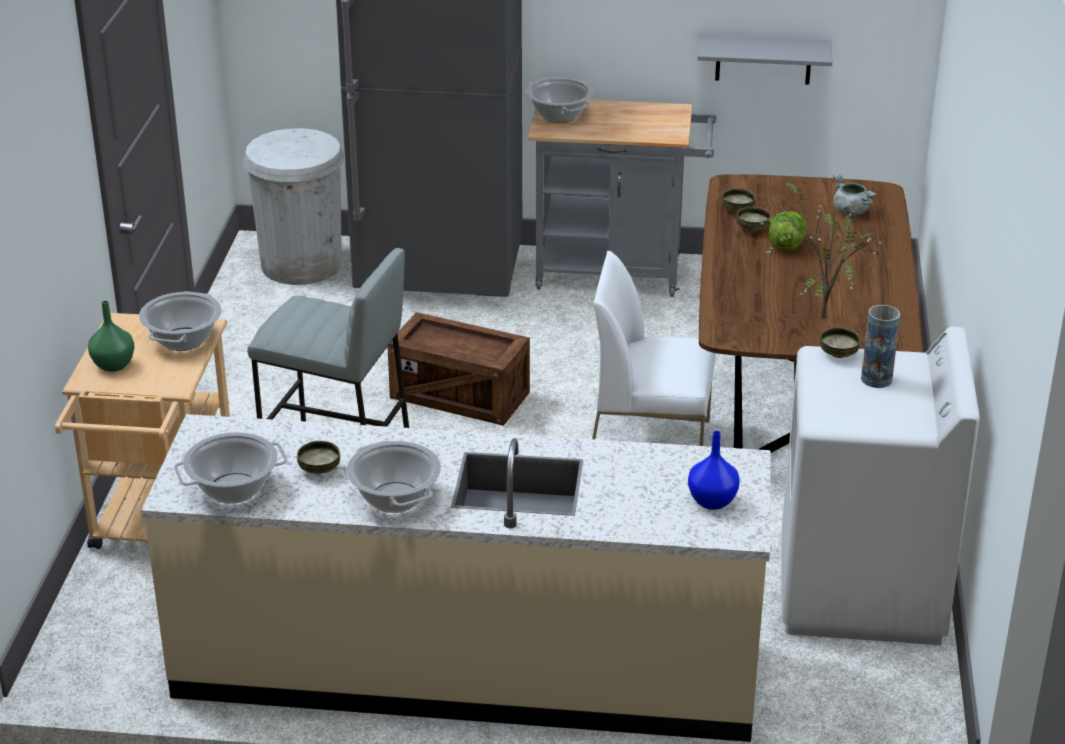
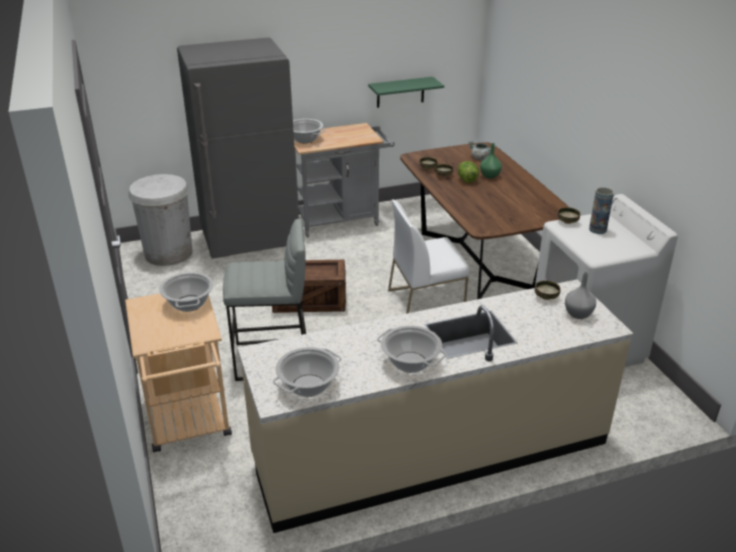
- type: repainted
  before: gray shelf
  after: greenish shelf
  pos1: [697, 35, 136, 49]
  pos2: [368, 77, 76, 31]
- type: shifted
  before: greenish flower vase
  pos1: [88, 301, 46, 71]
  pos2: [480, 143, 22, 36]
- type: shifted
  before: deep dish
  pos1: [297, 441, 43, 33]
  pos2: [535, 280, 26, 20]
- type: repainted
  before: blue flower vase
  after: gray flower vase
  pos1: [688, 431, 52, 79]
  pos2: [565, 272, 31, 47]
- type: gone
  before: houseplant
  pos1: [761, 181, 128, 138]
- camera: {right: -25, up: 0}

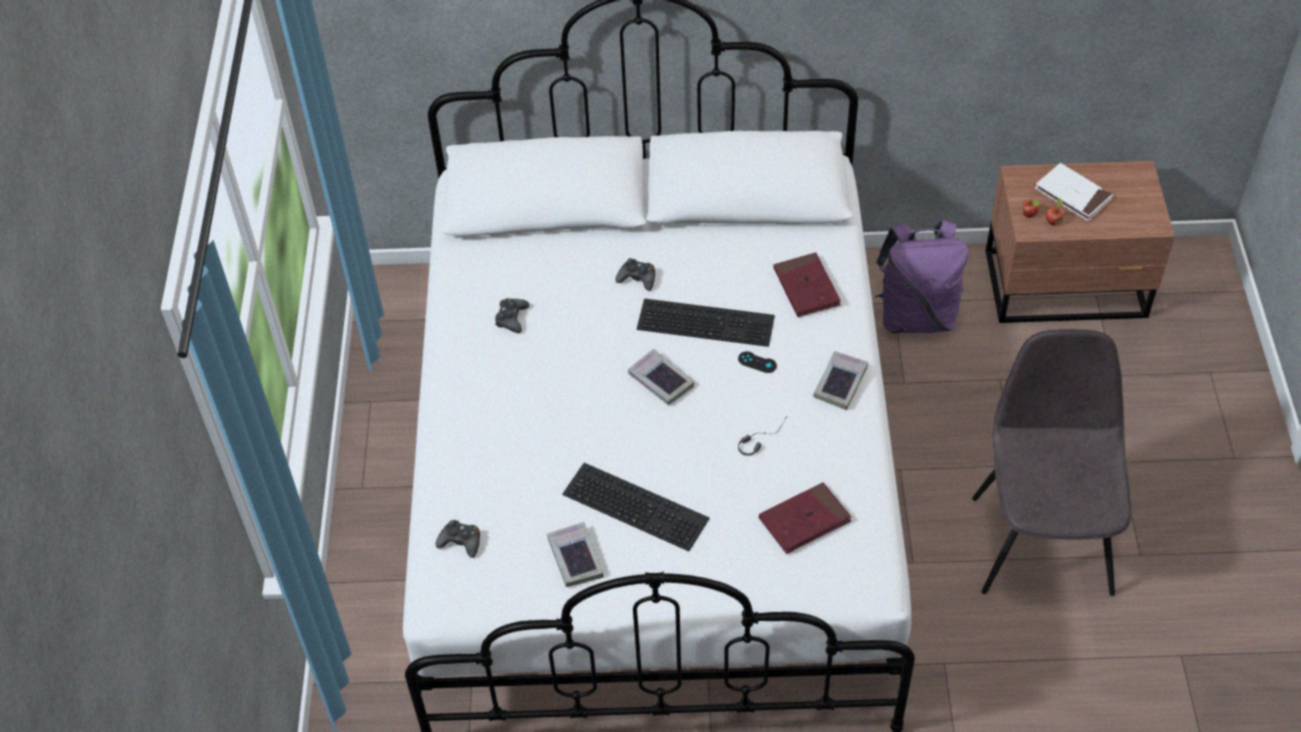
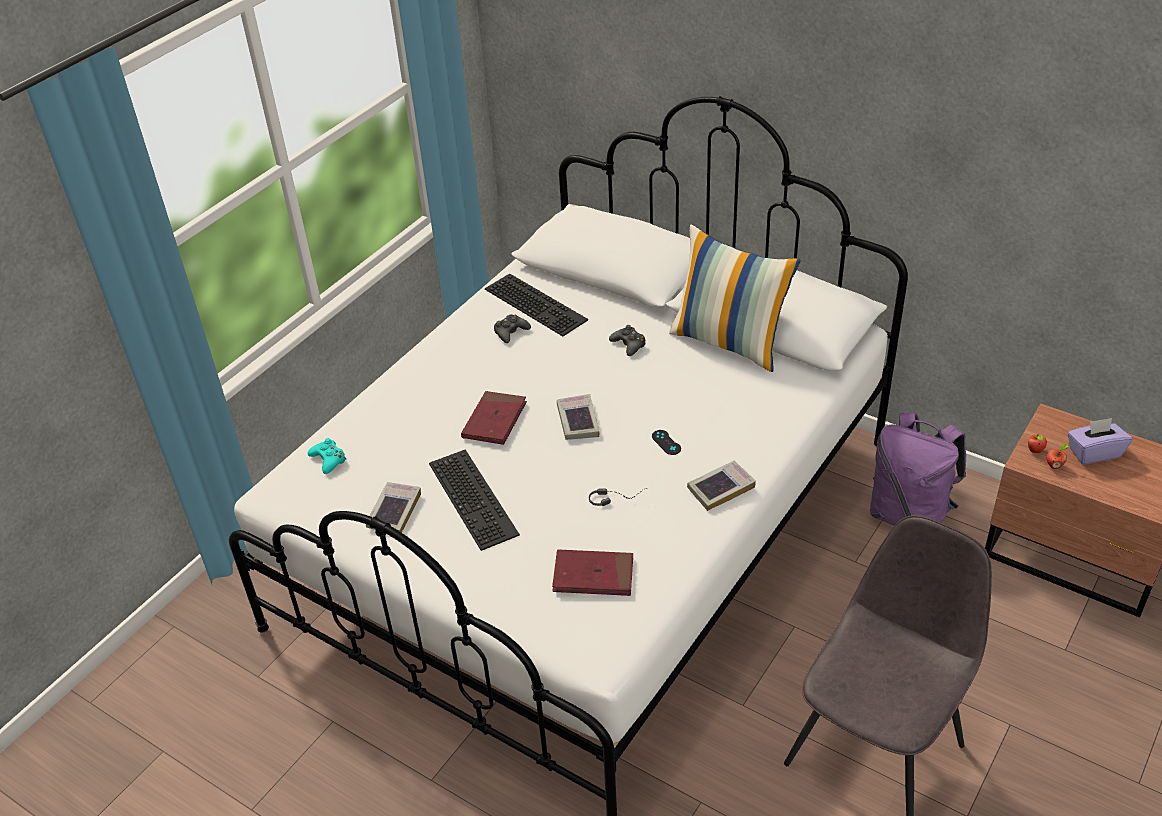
- type: repainted
  before: blackish joypad
  after: turquoise-coloured joypad
  pos1: [435, 520, 45, 38]
  pos2: [308, 438, 38, 36]
- type: shifted
  before: red book
  pos1: [773, 252, 68, 65]
  pos2: [461, 391, 66, 54]
- type: shifted
  before: keyboard
  pos1: [637, 298, 138, 49]
  pos2: [485, 274, 103, 62]
- type: new
  after: pillow
  pos2: [669, 224, 132, 148]
- type: swapped
  before: whitish book
  after: purple-coloured box of tissues
  pos1: [1035, 163, 78, 58]
  pos2: [1068, 418, 64, 46]
- camera: {right: 35, up: -10}

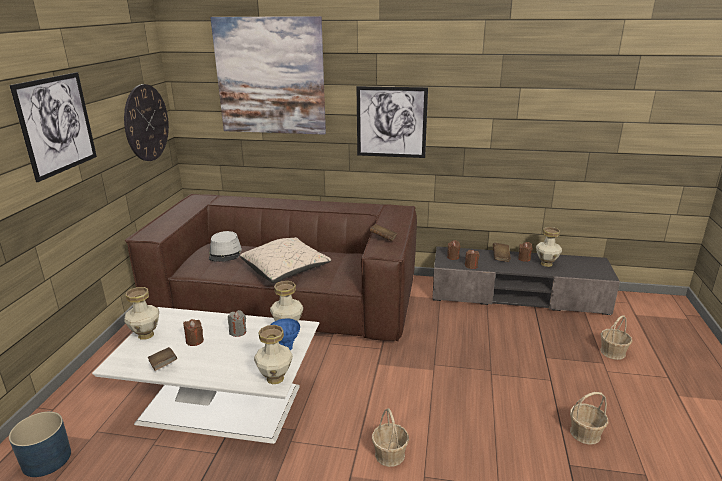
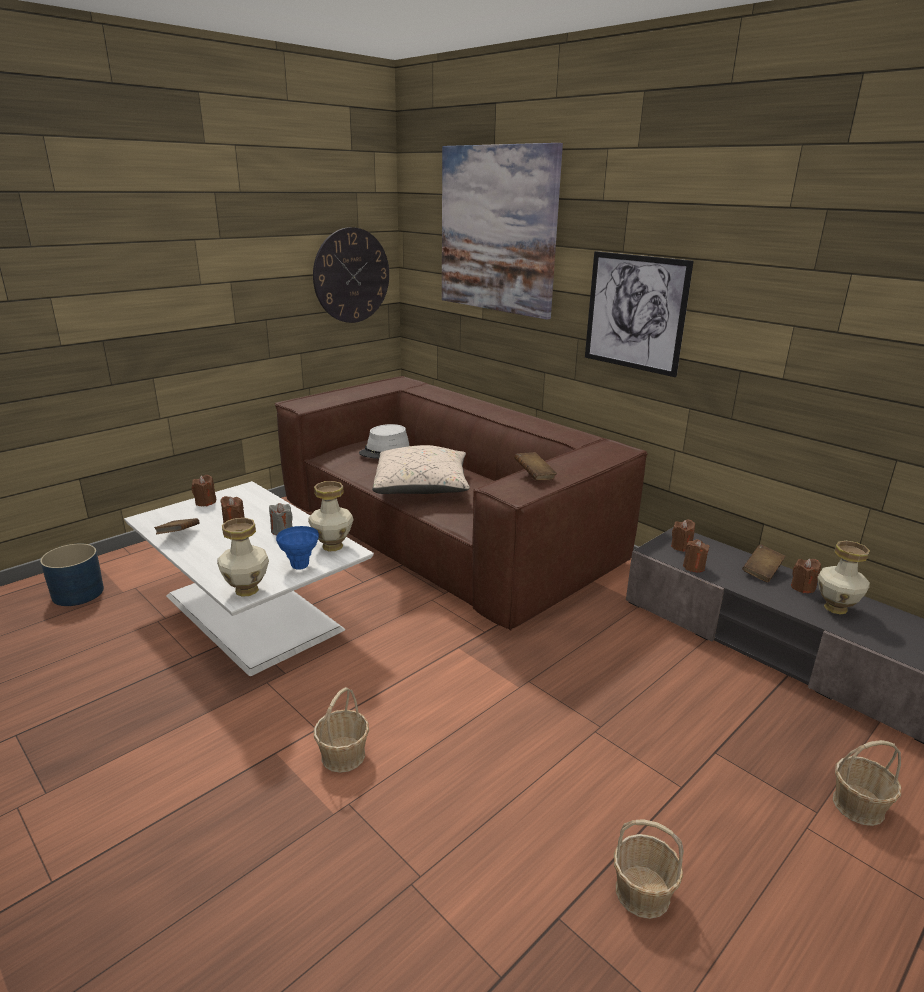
- type: swapped
  before: flower vase
  after: brown-coloured candle
  pos1: [124, 287, 35, 53]
  pos2: [192, 475, 24, 31]
- type: gone
  before: wall art
  pos1: [10, 72, 87, 110]
- camera: {right: 35, up: 0}

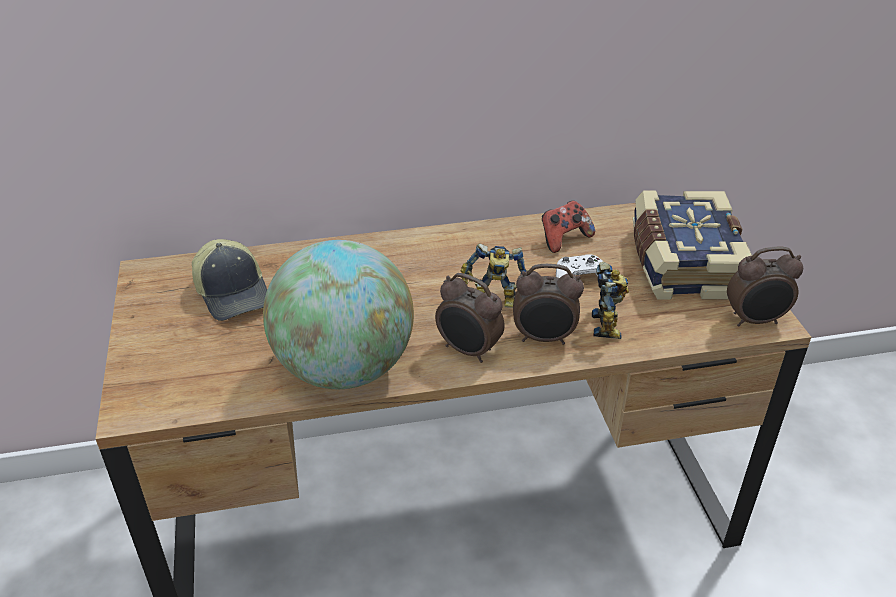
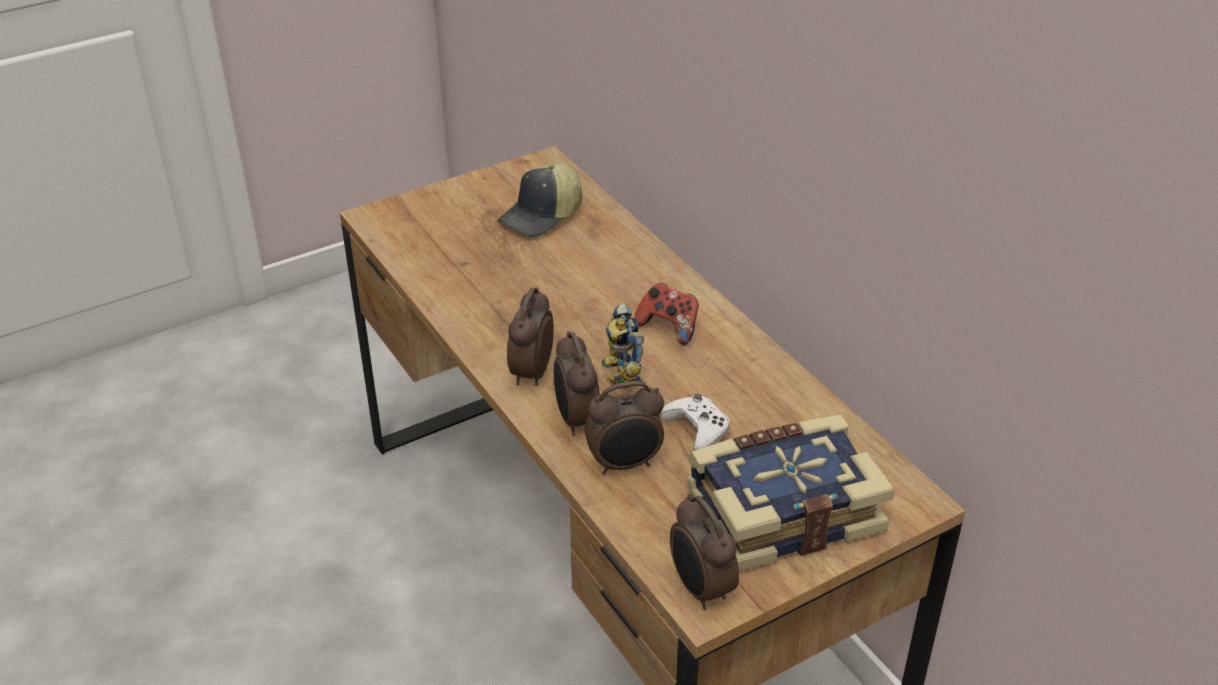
- type: swapped
  before: robot figure
  after: table clock
  pos1: [592, 262, 37, 77]
  pos2: [585, 381, 79, 94]
- type: shifted
  before: joypad
  pos1: [542, 200, 53, 53]
  pos2: [634, 283, 65, 62]
- type: gone
  before: globe
  pos1: [263, 240, 151, 149]
- camera: {right: 70, up: 0}

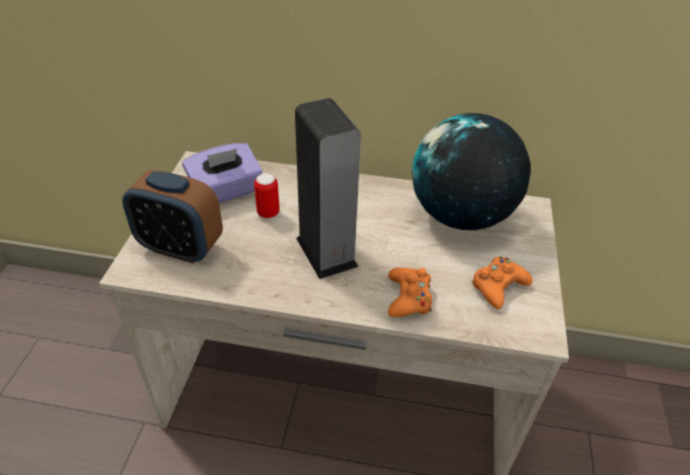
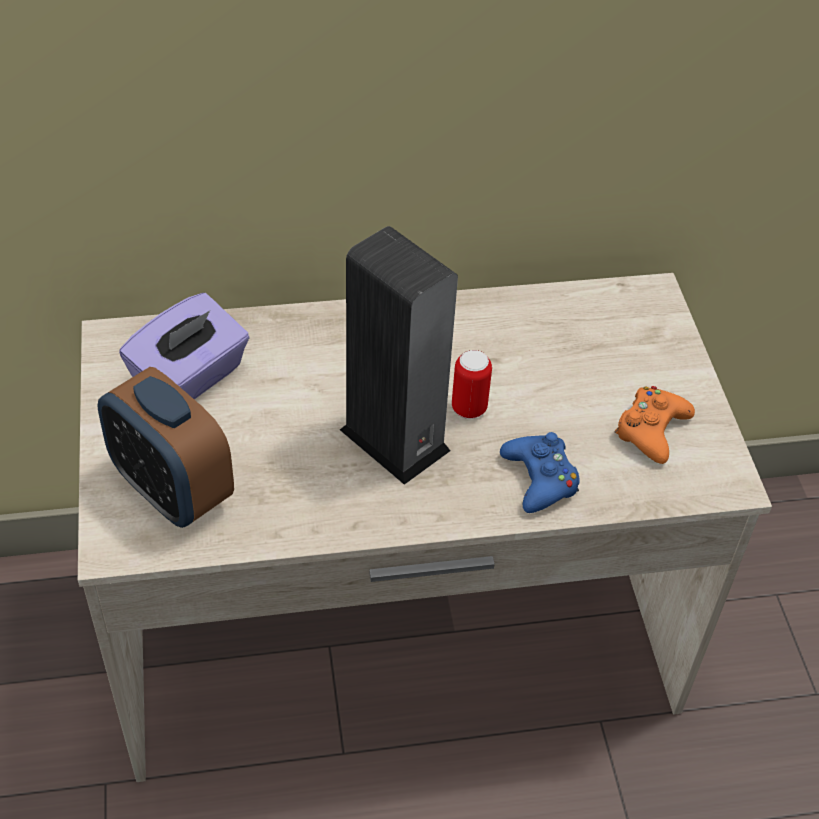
- type: rotated
  before: table clock
  pos1: [122, 169, 101, 94]
  pos2: [97, 367, 137, 161]
  turn: 45
- type: shifted
  before: can
  pos1: [254, 173, 26, 45]
  pos2: [452, 350, 40, 69]
- type: repainted
  before: orange-coloured joypad
  after: blue joypad
  pos1: [388, 268, 44, 49]
  pos2: [500, 432, 80, 81]
- type: gone
  before: globe
  pos1: [412, 113, 119, 117]
- camera: {right: -20, up: 5}

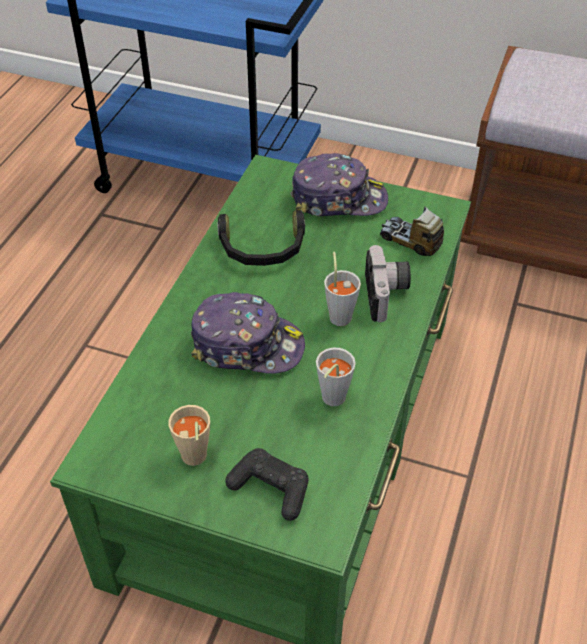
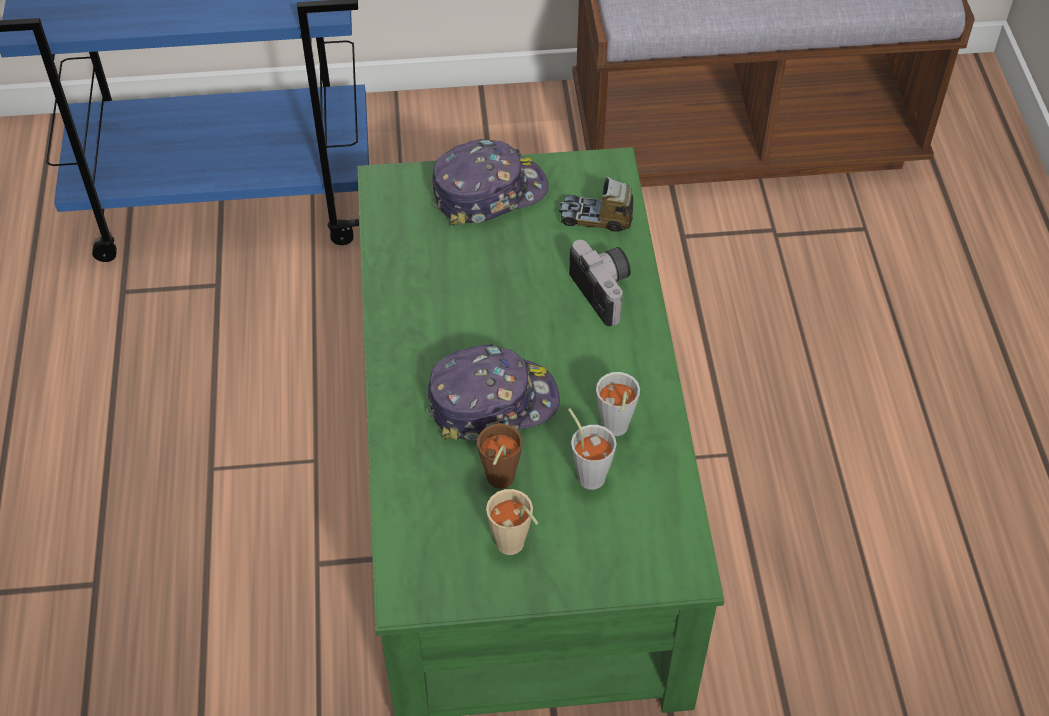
- type: new
  after: brown-coloured small cup
  pos2: [477, 423, 45, 66]
- type: shifted
  before: gray small cup
  pos1: [324, 252, 37, 74]
  pos2: [568, 408, 49, 82]
- type: gone
  before: blackish headset
  pos1: [217, 210, 88, 56]
- type: gone
  before: blackish joypad
  pos1: [225, 448, 83, 73]
- camera: {right: -25, up: 5}

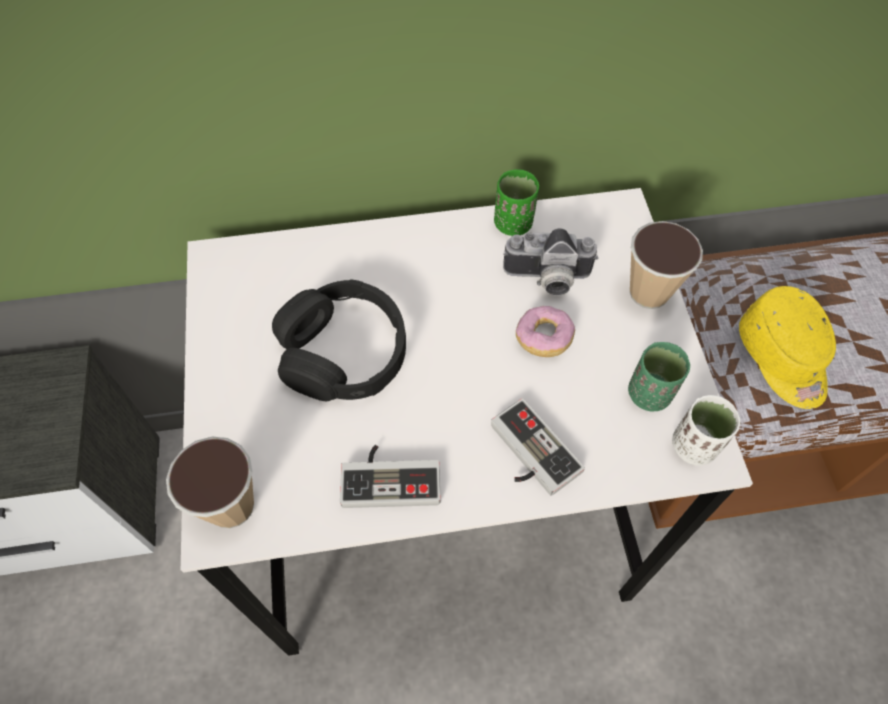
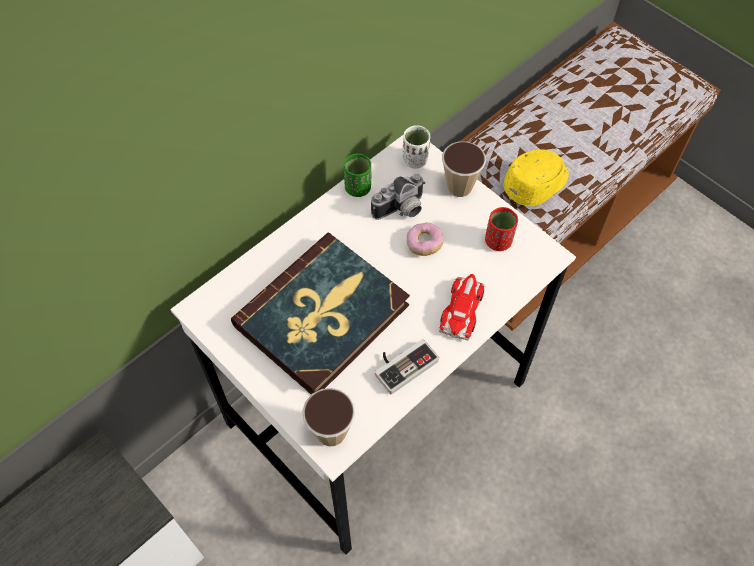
- type: swapped
  before: blackish headset
  after: book
  pos1: [272, 279, 134, 122]
  pos2: [231, 233, 179, 162]
- type: shifted
  before: whitish small cup
  pos1: [672, 395, 68, 71]
  pos2: [402, 125, 28, 44]
- type: swapped
  before: joypad
  after: miniature car
  pos1: [491, 398, 94, 98]
  pos2: [439, 274, 45, 67]
- type: repainted
  before: greenish small cup
  after: red small cup
  pos1: [628, 342, 62, 69]
  pos2: [485, 207, 33, 44]
- type: rotated
  before: yellow cap
  pos1: [739, 286, 97, 123]
  pos2: [504, 149, 65, 57]
  turn: -75
- camera: {right: -35, up: 0}

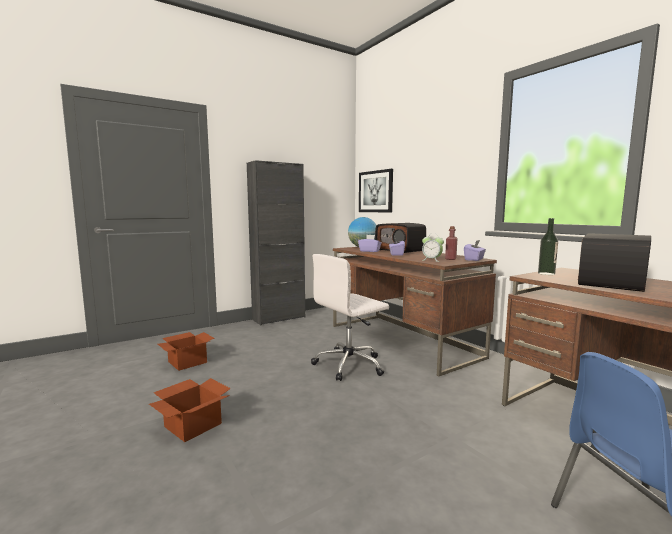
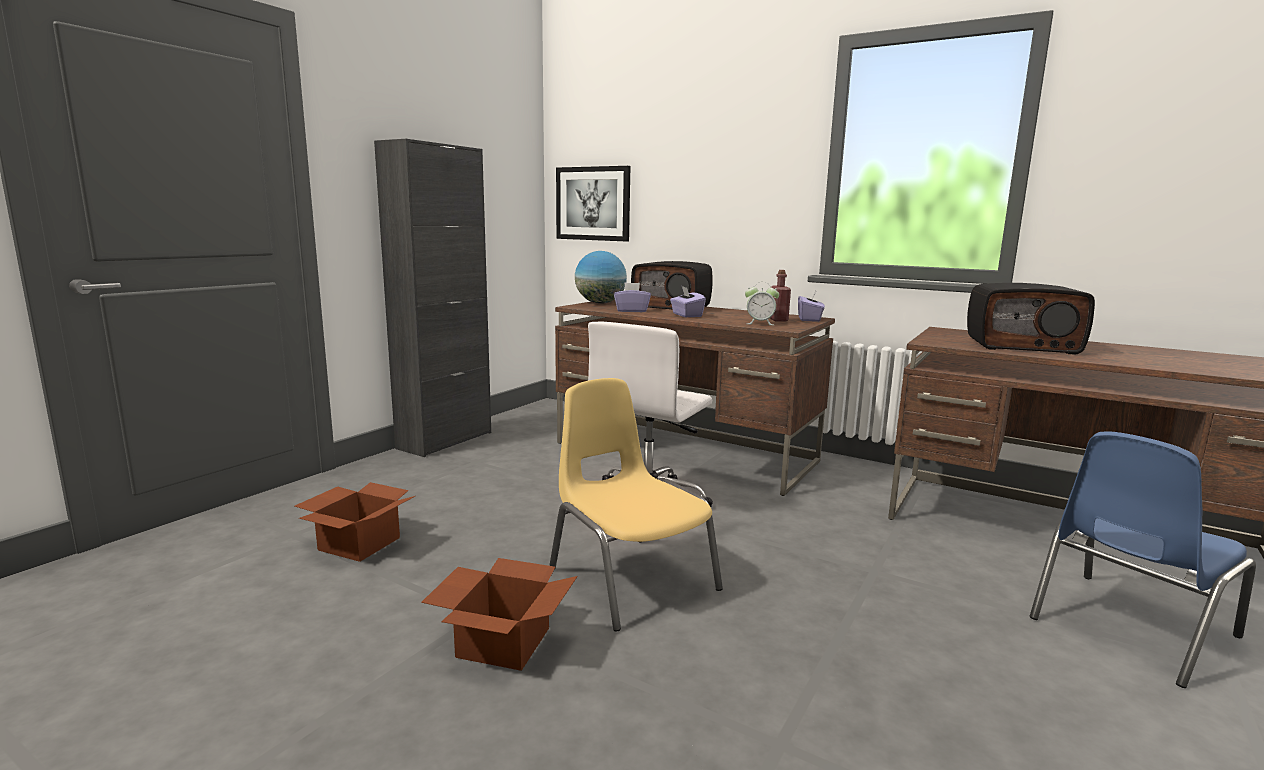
- type: new
  after: yellow plain chair
  pos2: [549, 378, 174, 253]
- type: rotated
  before: radio
  pos1: [578, 233, 73, 59]
  pos2: [967, 283, 128, 72]
  turn: 90
- type: gone
  before: beverage bottle
  pos1: [538, 218, 20, 57]
- camera: {right: -25, up: 5}

